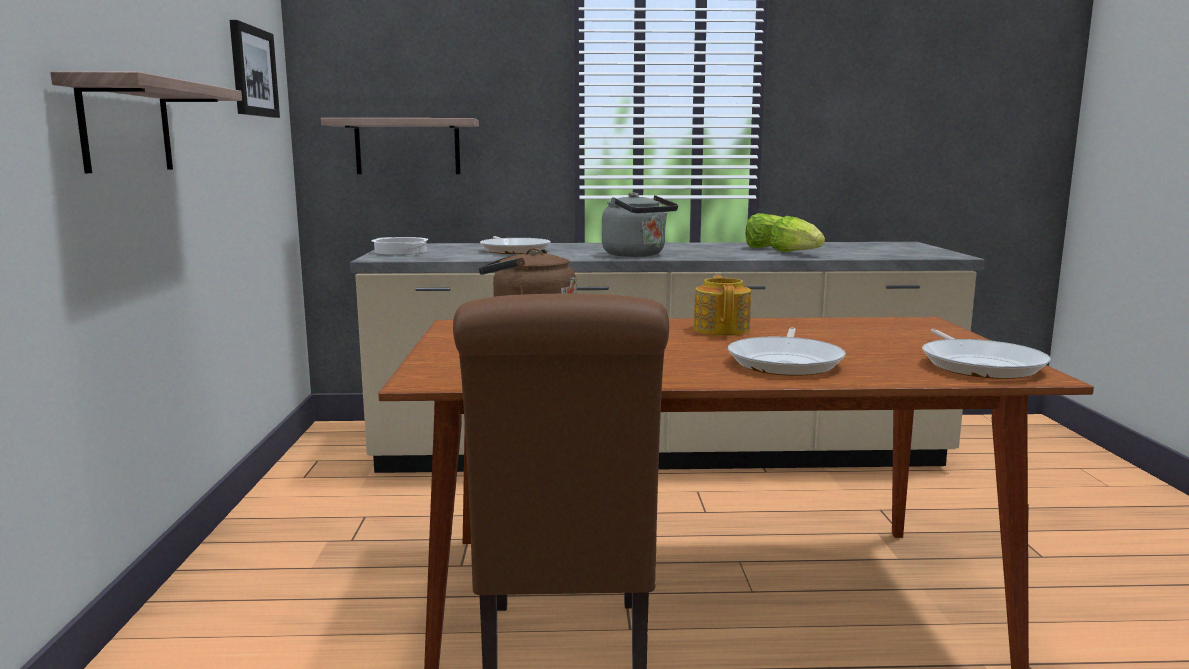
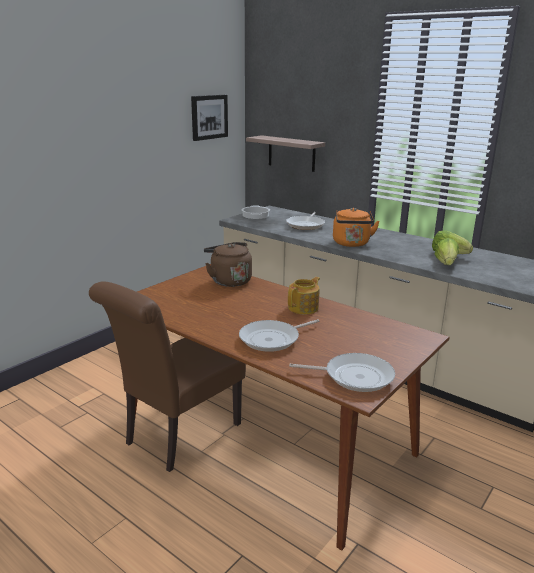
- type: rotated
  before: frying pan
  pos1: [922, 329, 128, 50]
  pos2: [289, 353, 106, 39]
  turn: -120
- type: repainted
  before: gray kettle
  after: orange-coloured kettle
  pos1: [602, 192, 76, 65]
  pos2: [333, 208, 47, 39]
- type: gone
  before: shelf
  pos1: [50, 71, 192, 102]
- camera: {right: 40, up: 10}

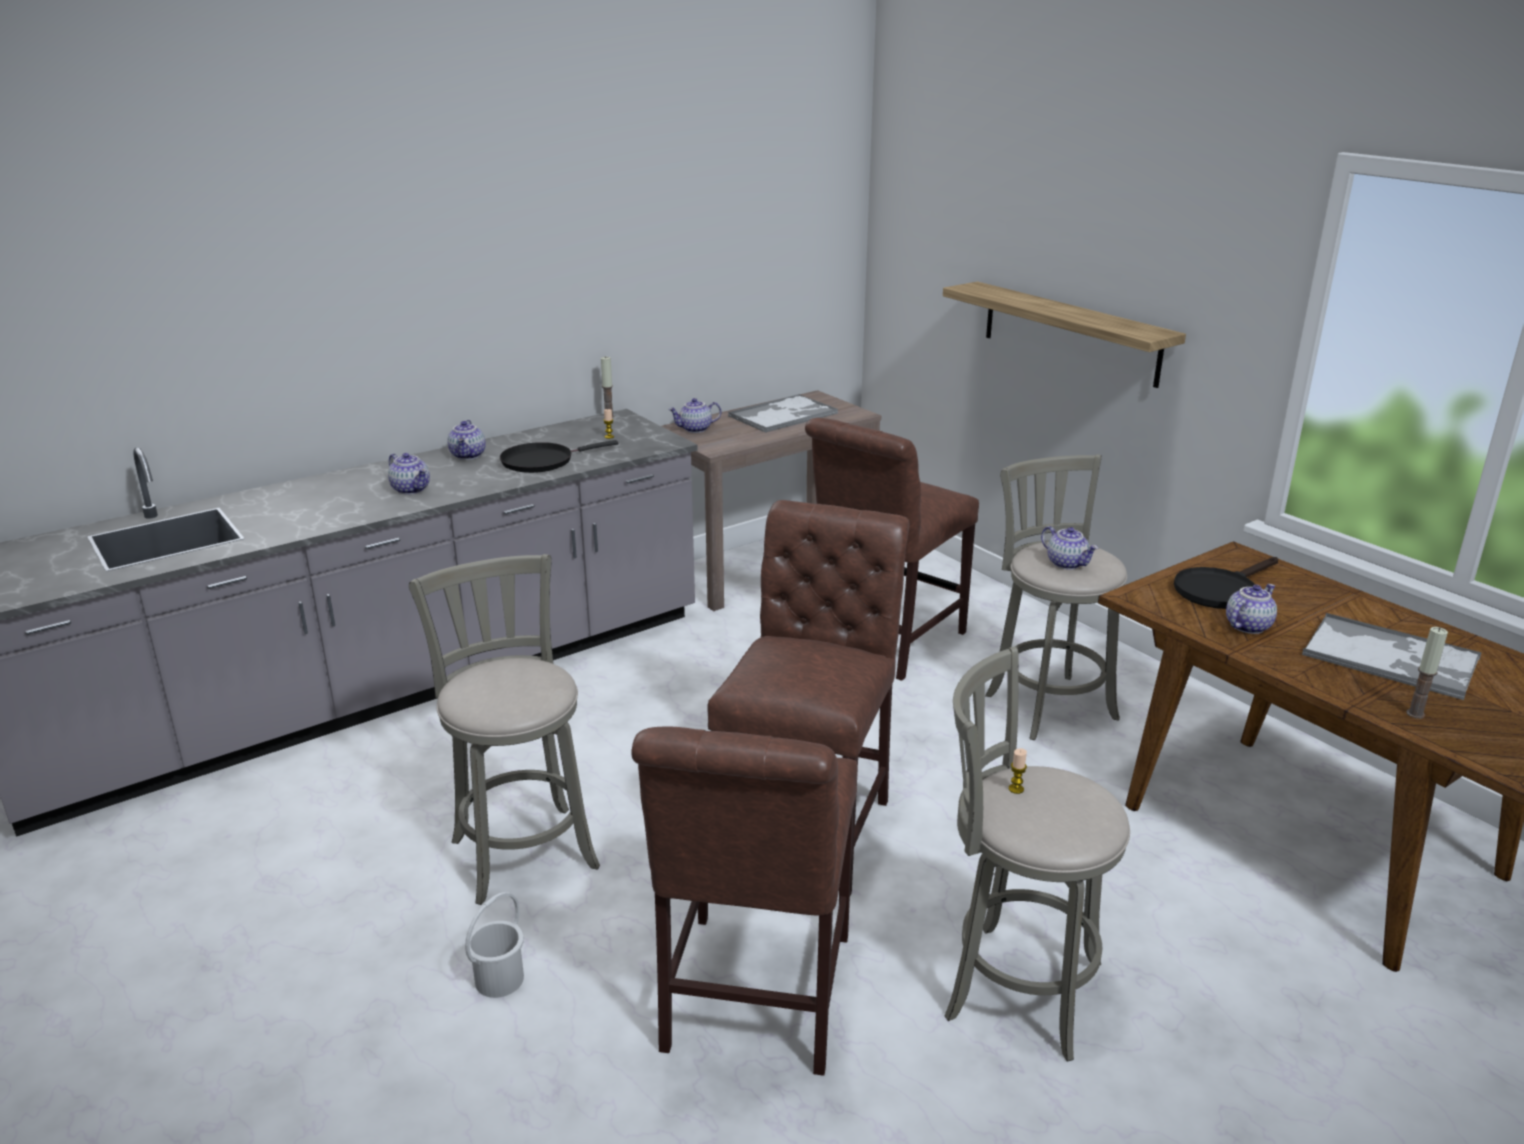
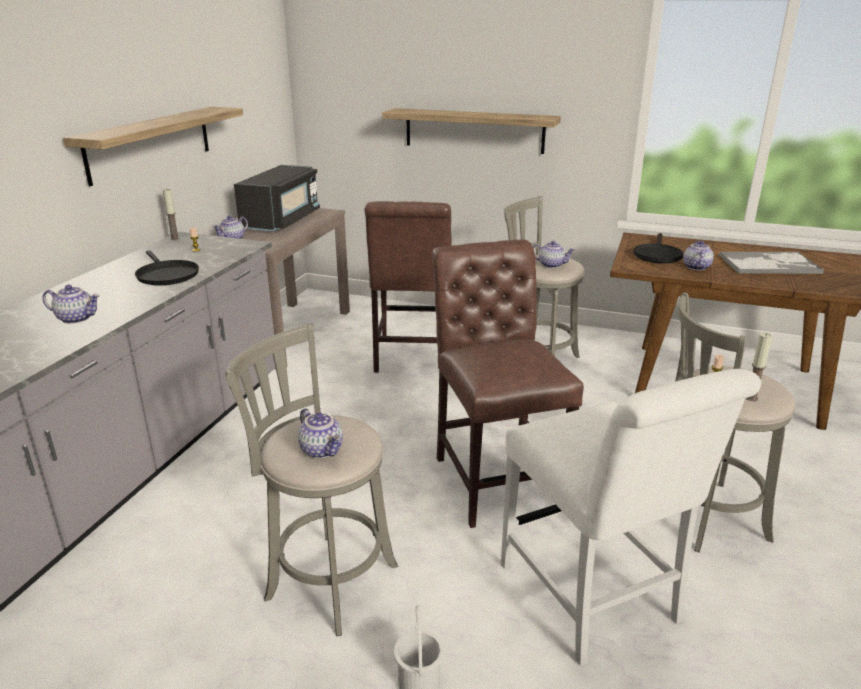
- type: new
  after: shelf
  pos2: [63, 107, 180, 79]
- type: rotated
  before: blackish frying pan
  pos1: [500, 440, 118, 33]
  pos2: [135, 250, 64, 35]
  turn: -60
- type: swapped
  before: tray
  after: blackish kitchen microwave
  pos1: [728, 394, 111, 39]
  pos2: [234, 165, 86, 66]
- type: shifted
  before: pot for tea
  pos1: [447, 420, 39, 40]
  pos2: [298, 408, 45, 51]
- type: repainted
  before: brown-coloured plain chair
  after: whitish plain chair
  pos1: [631, 726, 227, 350]
  pos2: [501, 369, 260, 297]
- type: shifted
  before: candle
  pos1: [1406, 627, 42, 92]
  pos2: [746, 333, 26, 68]
- camera: {right: -35, up: 0}

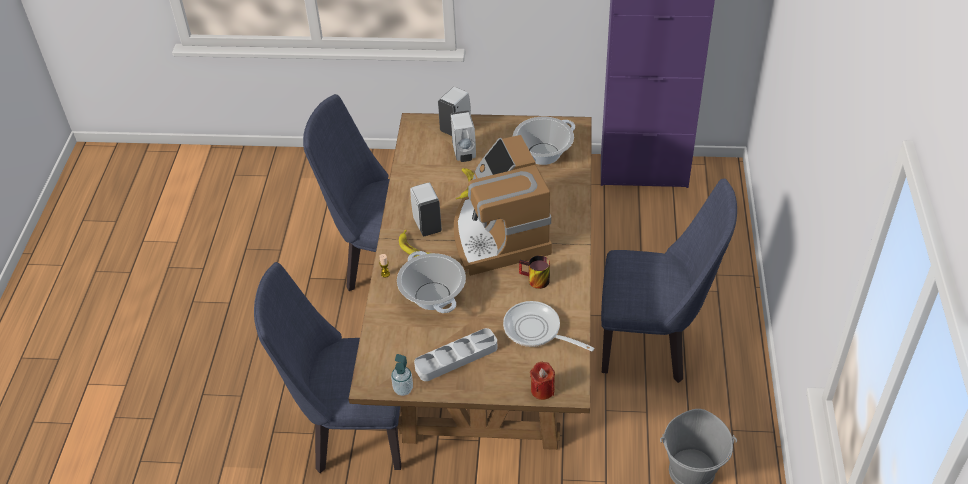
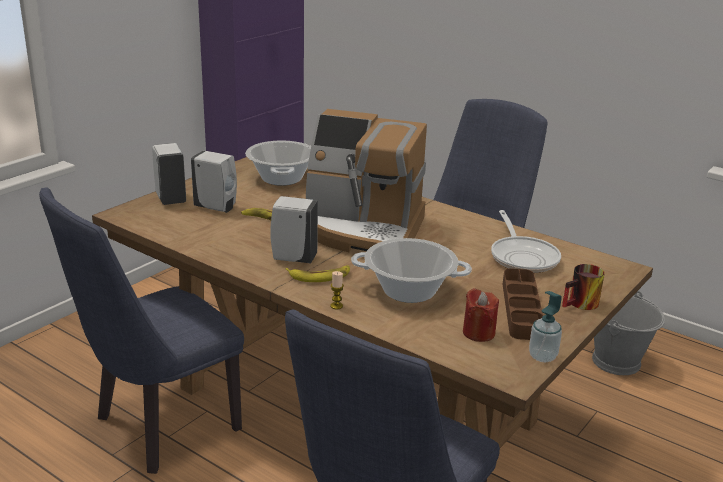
- type: shifted
  before: red candle
  pos1: [530, 362, 25, 38]
  pos2: [463, 288, 36, 54]
- type: rotated
  before: frying pan
  pos1: [503, 301, 91, 51]
  pos2: [491, 210, 70, 63]
  turn: -75
- type: repainted
  before: gray tray
  after: brown-coloured tray
  pos1: [414, 328, 83, 53]
  pos2: [502, 268, 41, 72]
- type: shifted
  before: tea mug
  pos1: [519, 255, 31, 34]
  pos2: [562, 264, 43, 46]
- camera: {right: -60, up: -20}

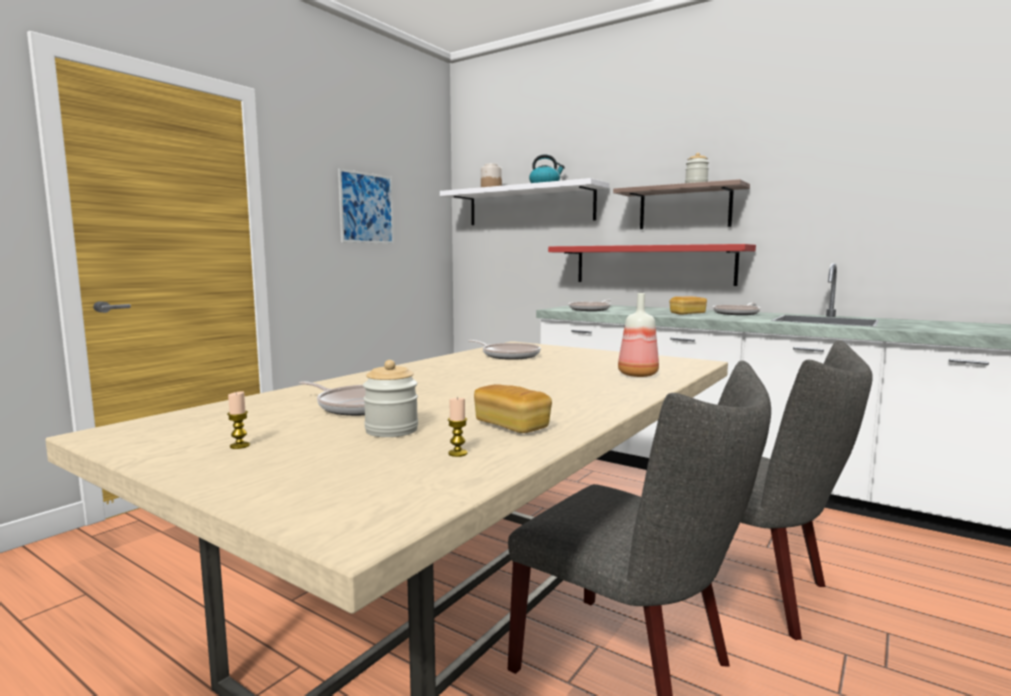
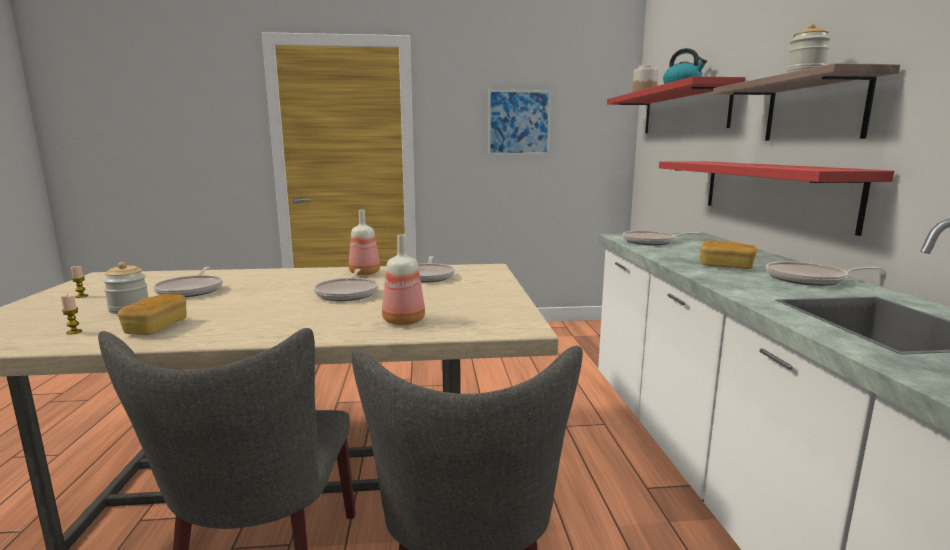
- type: new
  after: frying pan
  pos2: [314, 269, 64, 32]
- type: new
  after: beverage bottle
  pos2: [349, 210, 31, 65]
- type: repainted
  before: whitish shelf
  after: red shelf
  pos1: [440, 178, 169, 47]
  pos2: [607, 76, 139, 57]
- camera: {right: 50, up: 5}

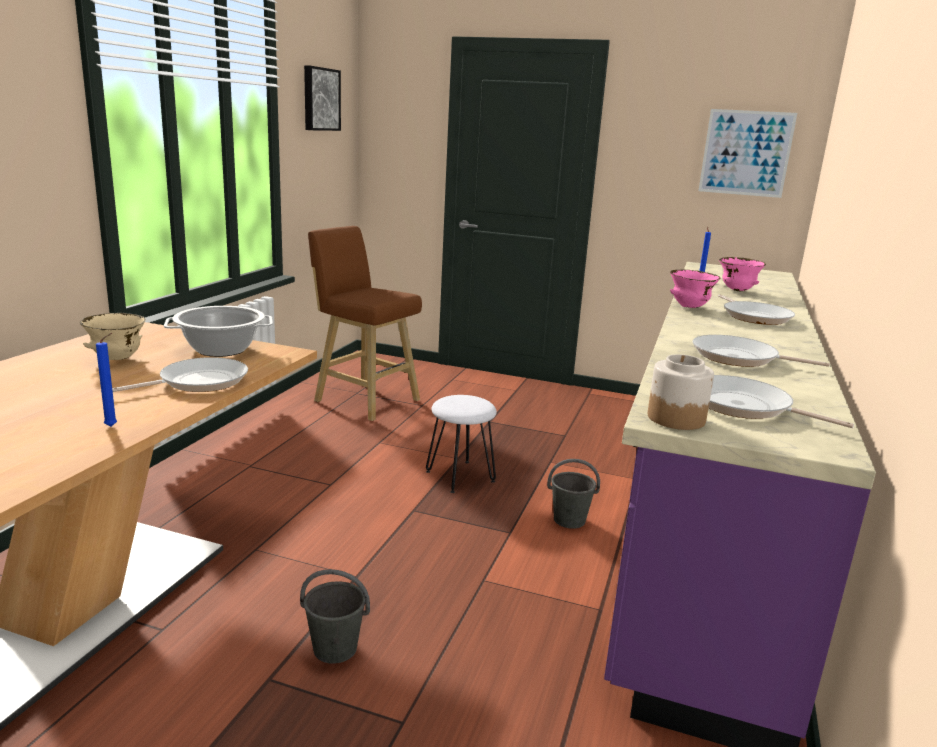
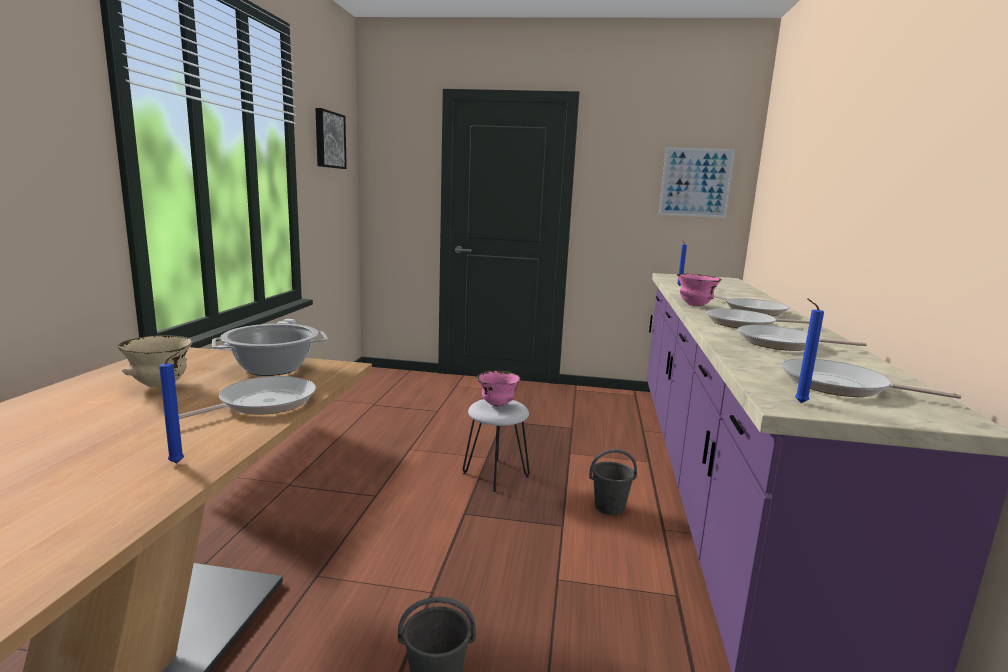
- type: shifted
  before: pink deep dish
  pos1: [719, 257, 47, 34]
  pos2: [476, 371, 44, 35]
- type: new
  after: frying pan
  pos2: [706, 309, 104, 19]
- type: swapped
  before: storage jar
  after: blue candle
  pos1: [648, 354, 66, 76]
  pos2: [795, 298, 29, 105]
- type: gone
  before: brown-coloured stool
  pos1: [308, 226, 114, 195]
- camera: {right: -10, up: -5}

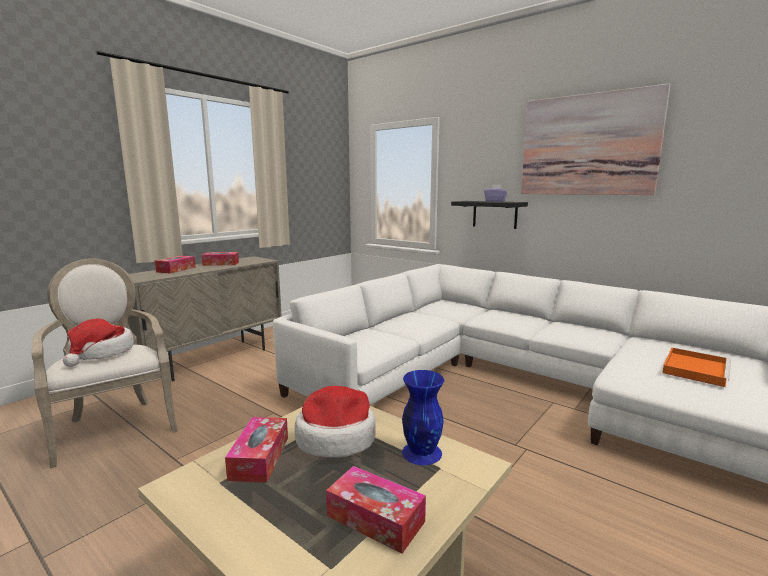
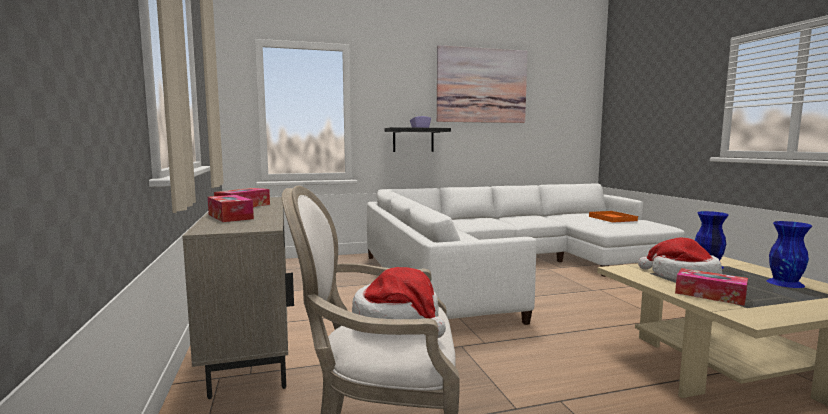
- type: swapped
  before: box of tissues
  after: blue flower vase
  pos1: [326, 466, 100, 88]
  pos2: [766, 221, 46, 67]
- camera: {right: -55, up: -5}

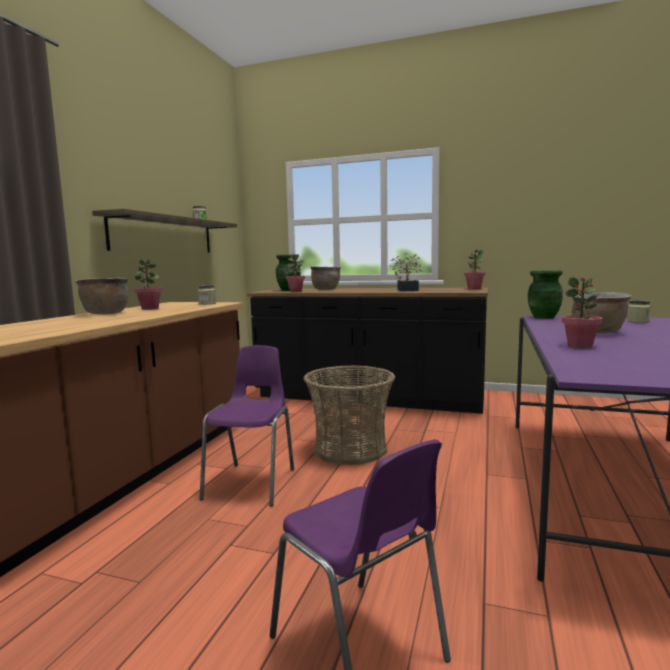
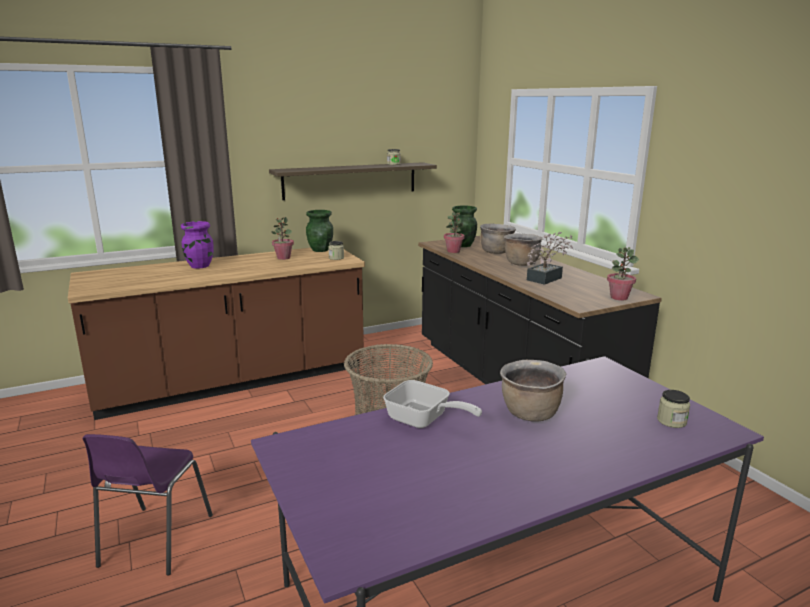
- type: new
  after: purple-coloured flower vase
  pos2: [181, 221, 33, 48]
- type: shifted
  before: greenish flower vase
  pos1: [528, 270, 35, 49]
  pos2: [306, 210, 27, 42]
- type: swapped
  before: houseplant
  after: frying pan
  pos1: [561, 277, 42, 71]
  pos2: [383, 380, 99, 48]
- type: shifted
  before: brown-coloured stockpot
  pos1: [75, 278, 53, 36]
  pos2: [504, 233, 39, 33]
- type: gone
  before: purple-coloured plain chair
  pos1: [199, 345, 95, 161]
- camera: {right: 45, up: 10}

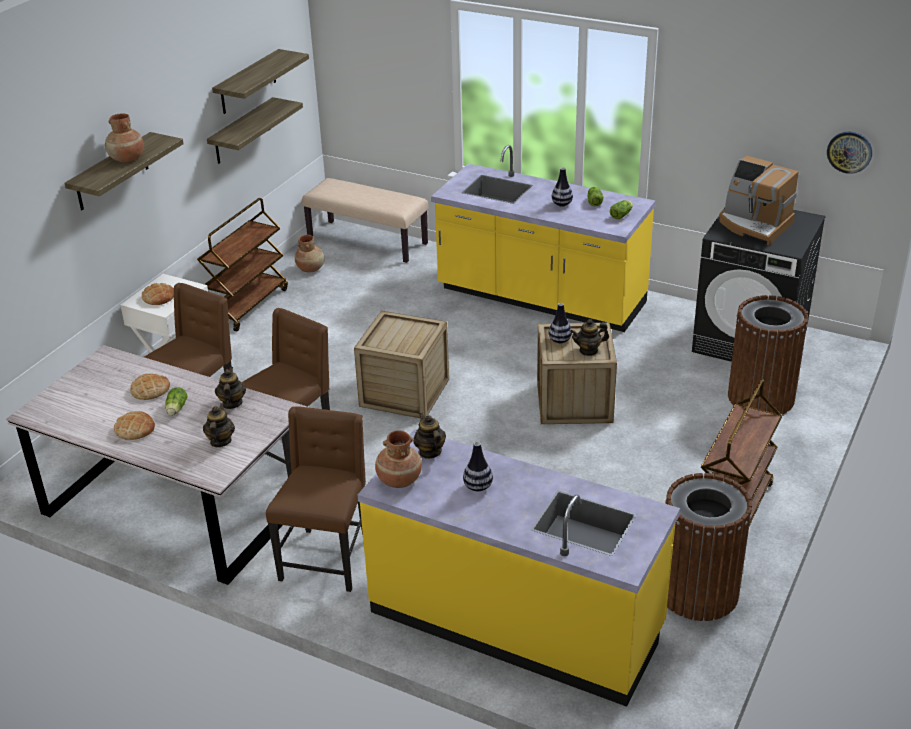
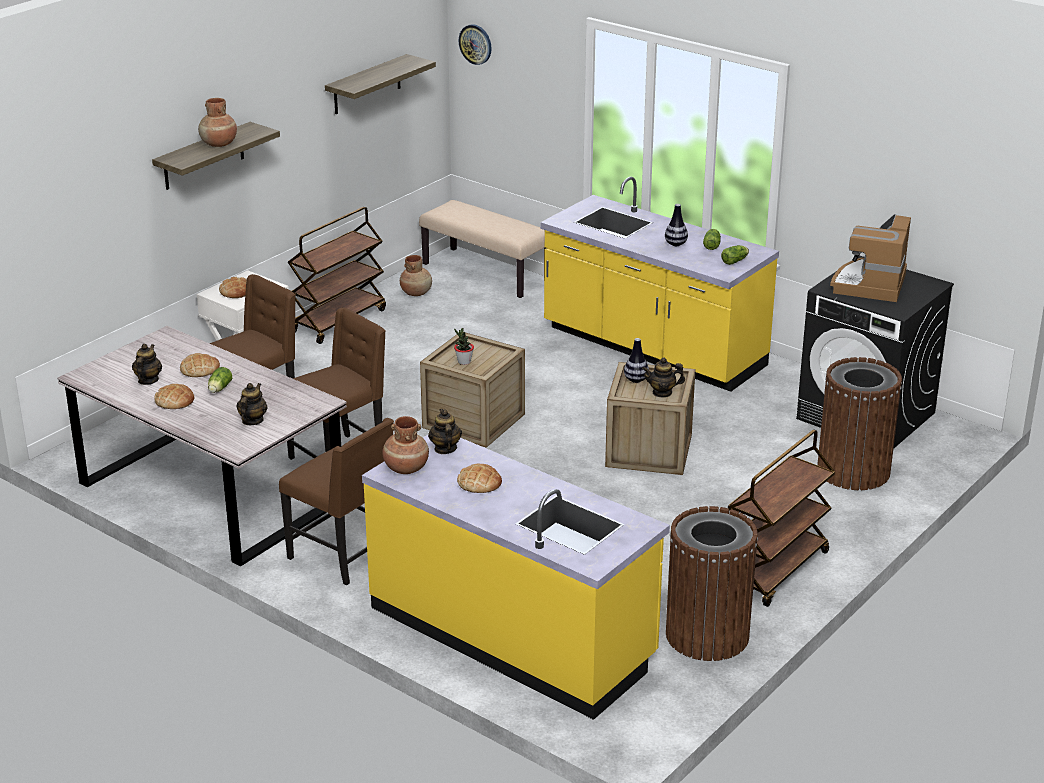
- type: shifted
  before: pot for tea
  pos1: [215, 367, 31, 42]
  pos2: [132, 344, 30, 41]
- type: rotated
  before: brown-coloured plain chair
  pos1: [266, 406, 100, 186]
  pos2: [279, 418, 115, 167]
  turn: 105
- type: new
  after: houseplant
  pos2: [454, 328, 20, 37]
- type: swapped
  before: flower vase
  after: baked bread
  pos1: [463, 441, 30, 50]
  pos2: [457, 463, 45, 30]
- type: shifted
  before: hanging clock
  pos1: [827, 131, 45, 43]
  pos2: [459, 24, 33, 41]
- type: rotated
  before: coffee maker
  pos1: [719, 156, 80, 89]
  pos2: [830, 214, 81, 88]
  turn: 60
- type: gone
  before: shelf
  pos1: [207, 97, 96, 67]
- camera: {right: 10, up: -5}

